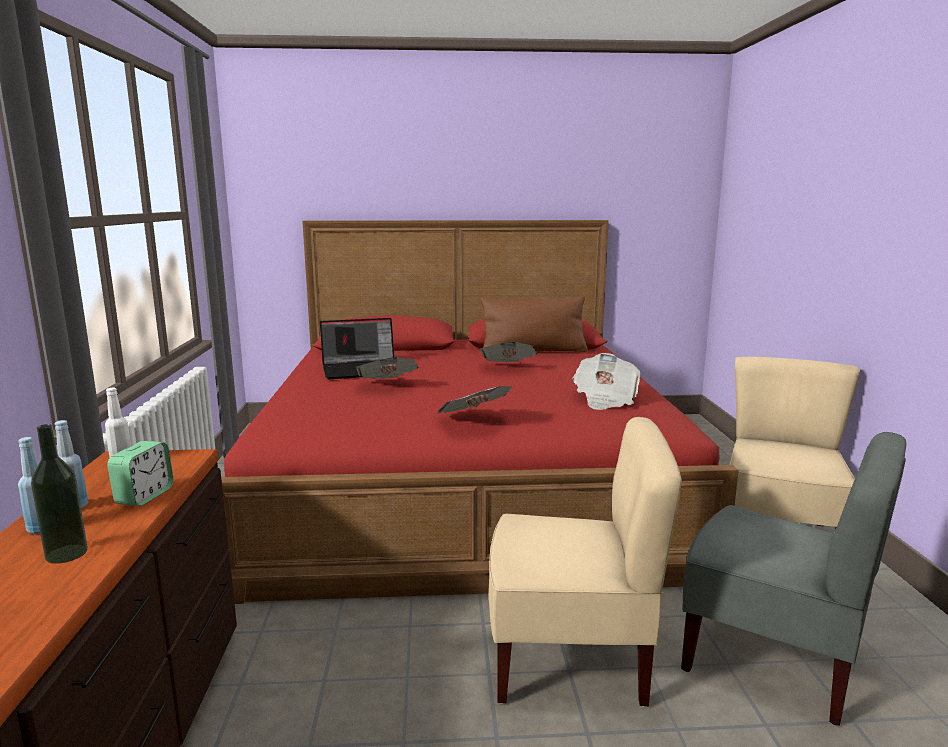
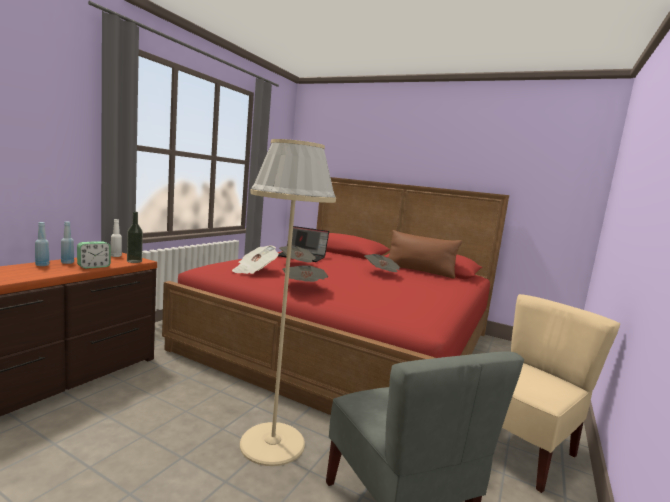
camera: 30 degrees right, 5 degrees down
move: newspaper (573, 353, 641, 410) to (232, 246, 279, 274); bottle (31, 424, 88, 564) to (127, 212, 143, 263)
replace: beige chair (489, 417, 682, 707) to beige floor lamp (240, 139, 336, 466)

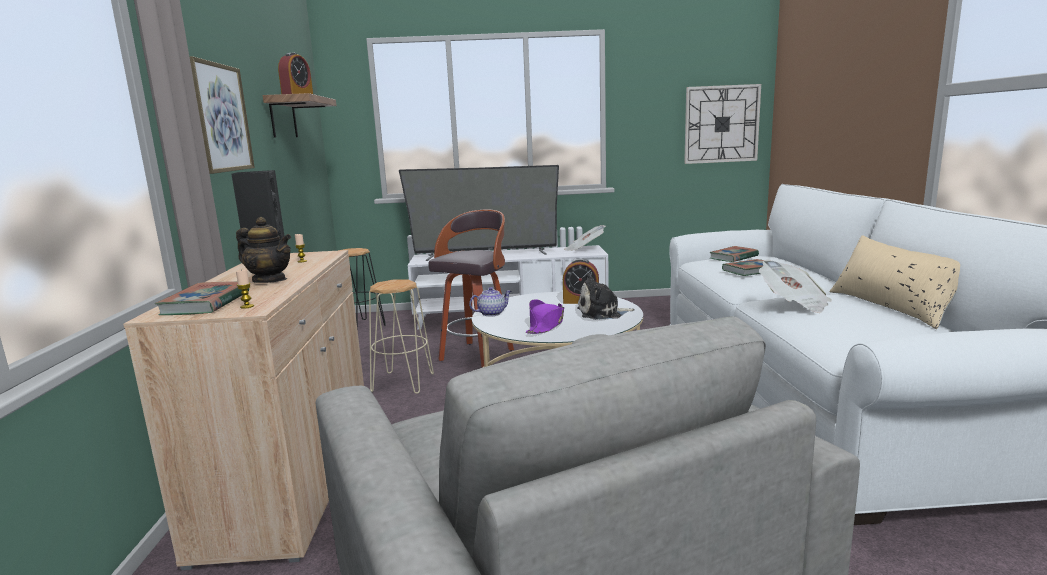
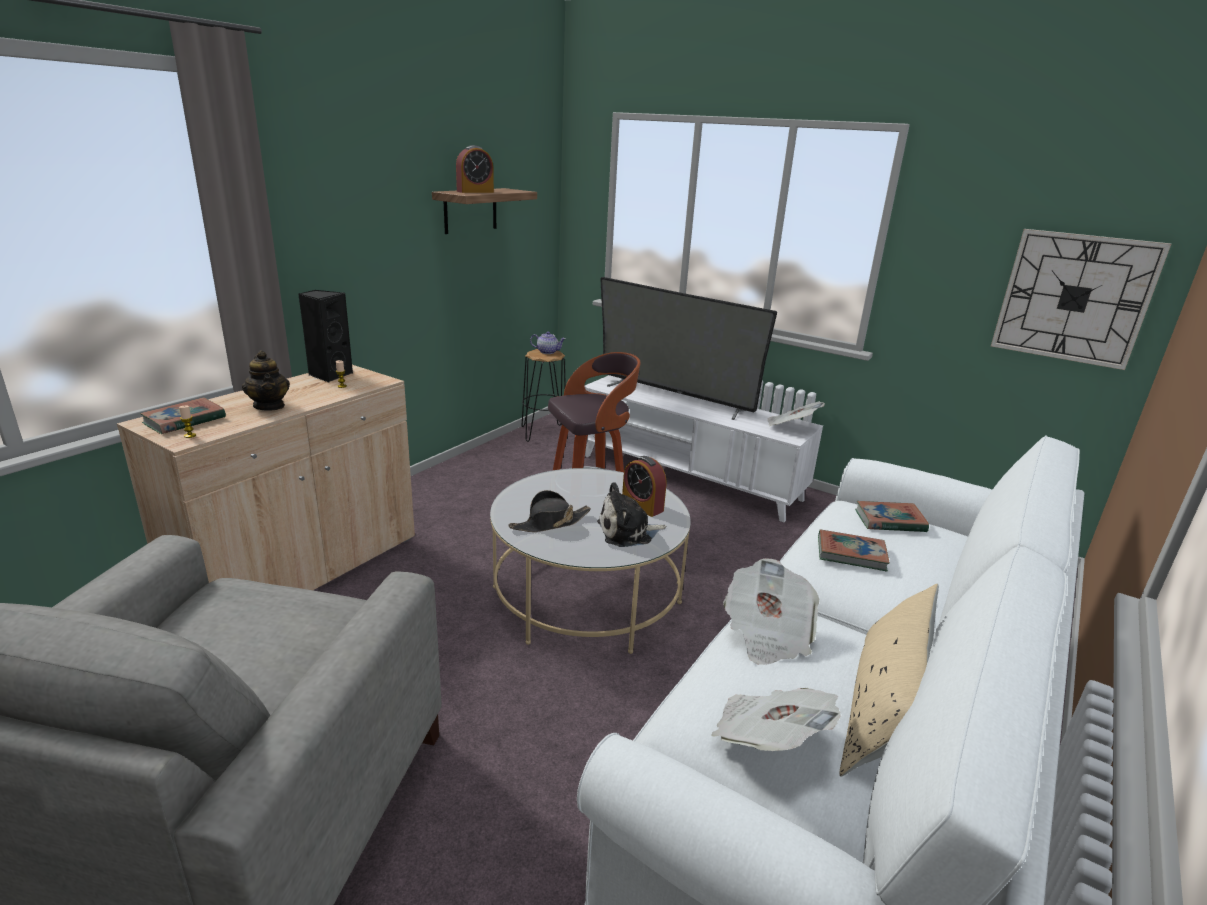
camera: 35 degrees right, 10 degrees up
delete: picture (189, 56, 255, 174); beige stool (369, 280, 434, 394)
insert: newspaper (711, 688, 841, 751)
move: teapot (469, 287, 511, 316) to (530, 332, 565, 354)
recolor: purple hat (526, 299, 564, 334) to black hat (508, 490, 591, 532)
rotate: plush toy (577, 273, 635, 320) = (597, 482, 666, 547) 45 degrees counterclockwise

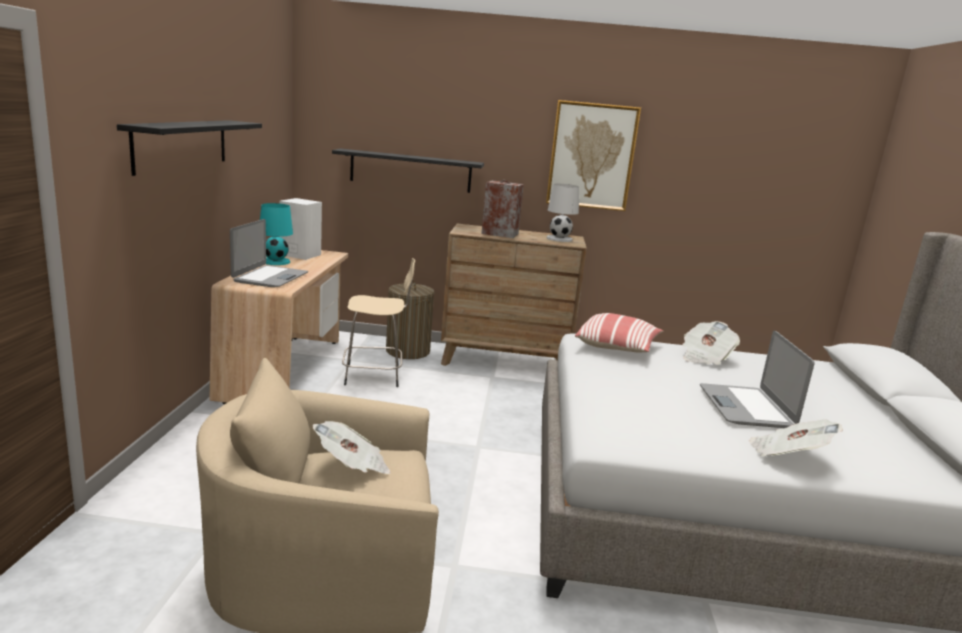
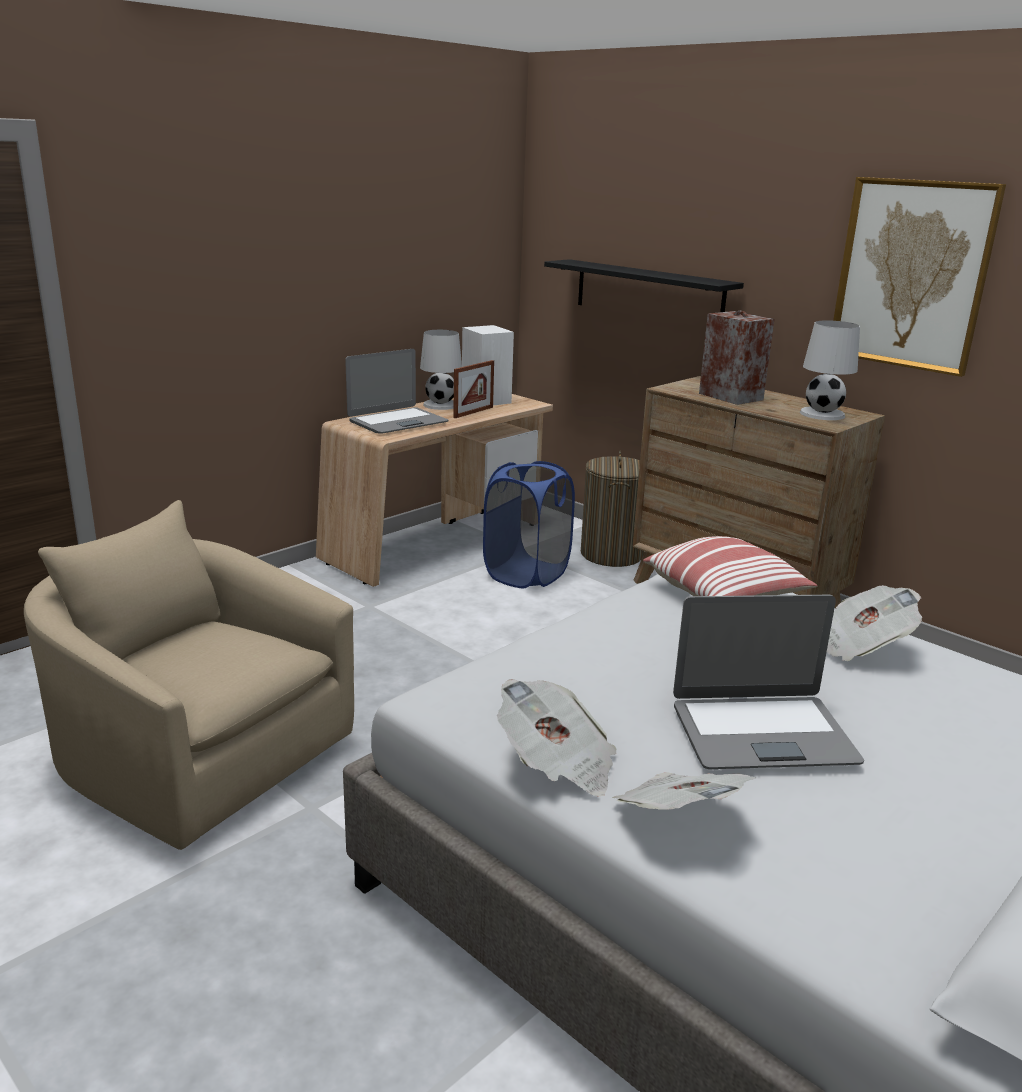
camera: 40 degrees right, 5 degrees up
delete: black shelf (117, 120, 262, 176)
insert: picture frame (453, 360, 494, 418)
move: newspaper (313, 421, 391, 474) to (497, 679, 617, 797)
replace: beige stool (342, 258, 415, 387) to blue laundry basket (483, 461, 575, 589)
recolor: turquoise table lamp (260, 203, 293, 265) to white table lamp (420, 330, 462, 410)
rotate: laptop (700, 331, 815, 428) = (673, 595, 864, 769) 135 degrees counterclockwise

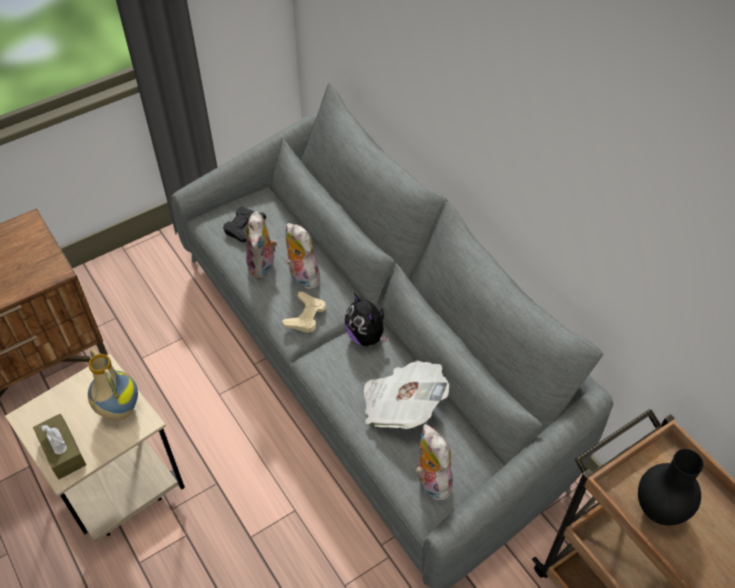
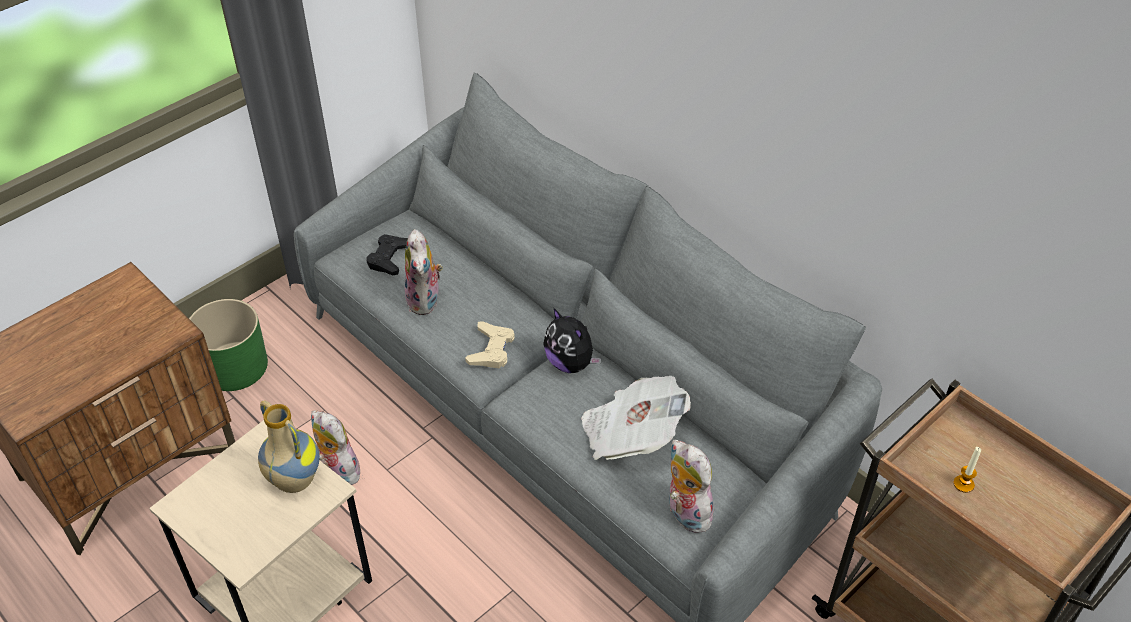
camera: 10 degrees left, 5 degrees down
delete: brown tissue box (33, 414, 86, 479)
insert: green planter (189, 299, 268, 391)
move: plush toy (285, 223, 322, 290) to (311, 411, 361, 485)
replace: black vase (638, 449, 704, 525) to candle (954, 447, 981, 493)

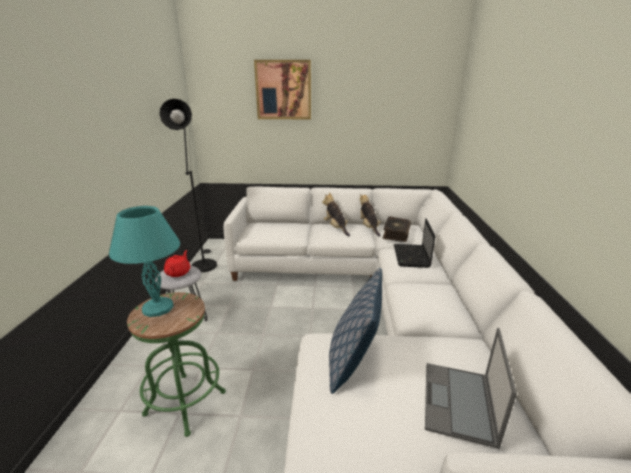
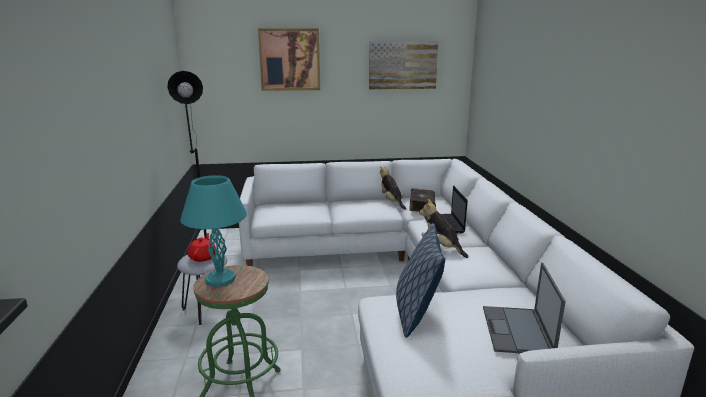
camera: 10 degrees left, 5 degrees down
insert: picture (369, 41, 438, 90)
move: plush toy (322, 192, 350, 236) to (419, 199, 468, 258)

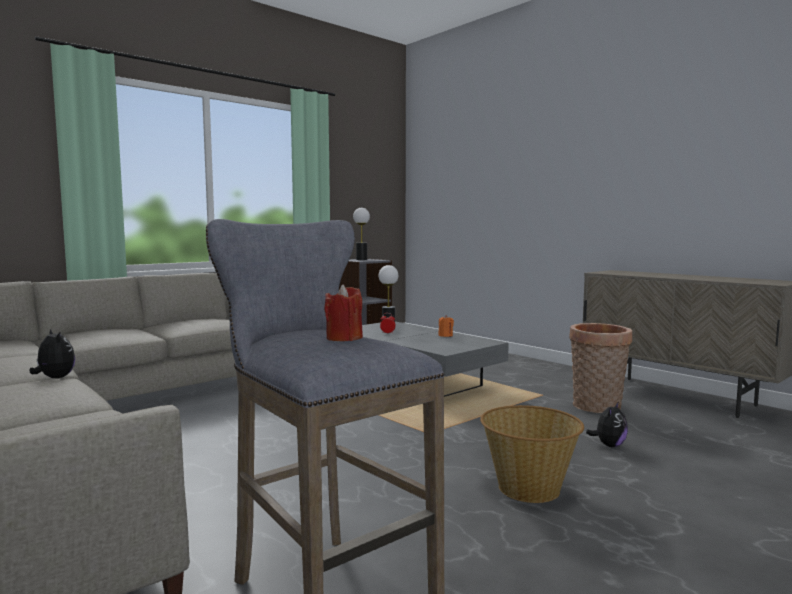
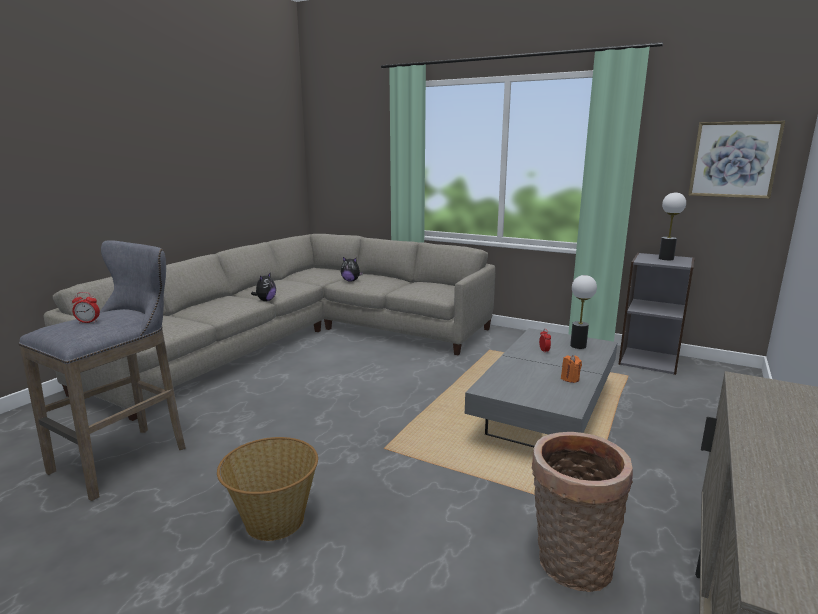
camera: 70 degrees right, 10 degrees up
insert: picture (688, 121, 785, 199)
move: plush toy (586, 402, 628, 447) to (341, 257, 363, 281)
replace: red candle (324, 284, 363, 341) to alarm clock (72, 292, 100, 323)

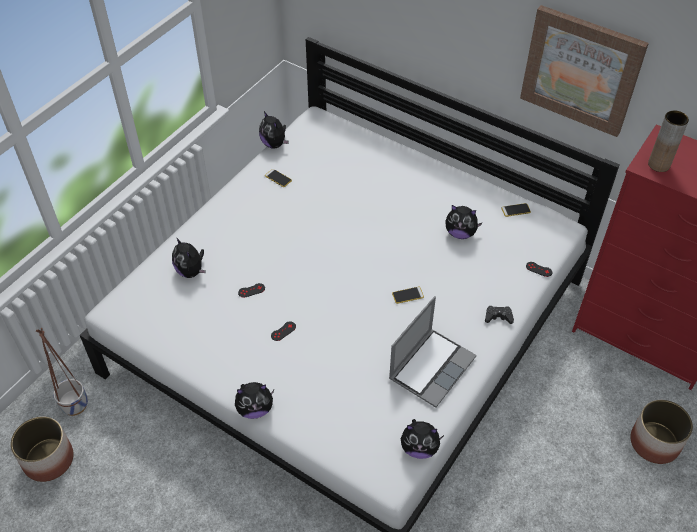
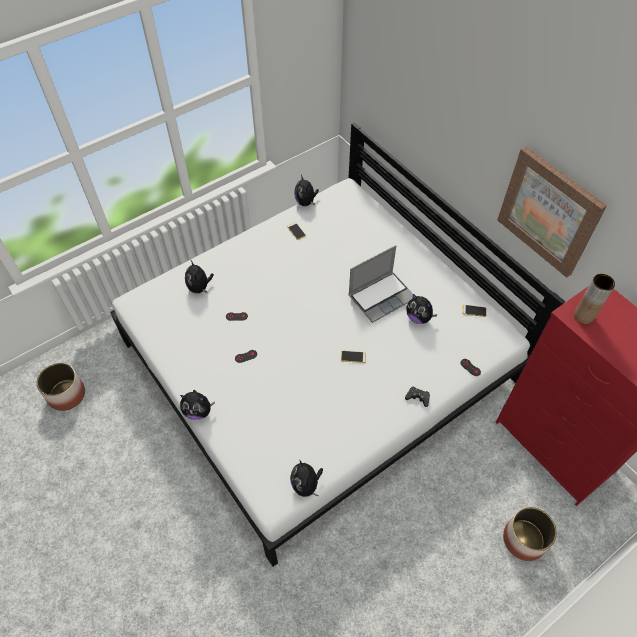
camera: 20 degrees right, 5 degrees up
delete: planter (36, 328, 88, 416)
move: laptop (389, 296, 476, 408) to (348, 245, 413, 323)
rotate: plush toy (401, 419, 444, 459) = (290, 461, 323, 497) 45 degrees clockwise

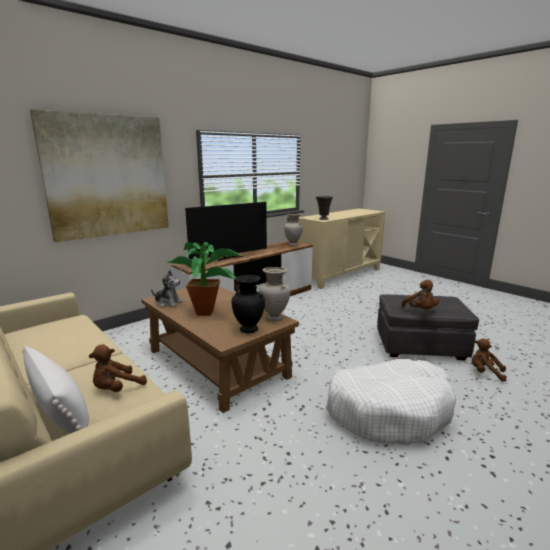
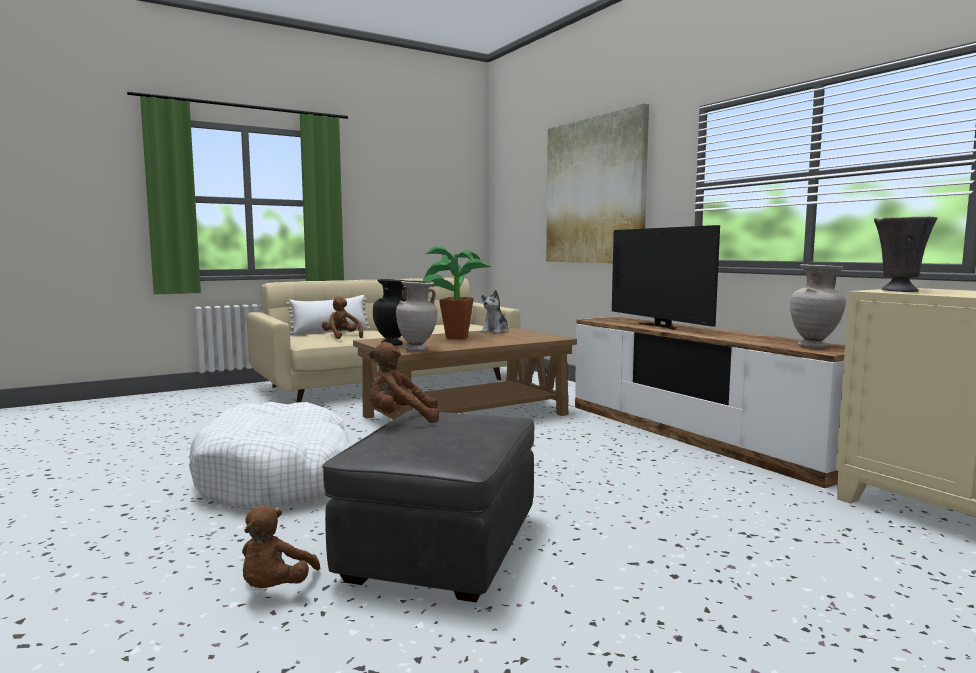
camera: 100 degrees right, 10 degrees down
rotate: brown plush toy (472, 338, 507, 382) = (242, 505, 321, 588) 150 degrees clockwise

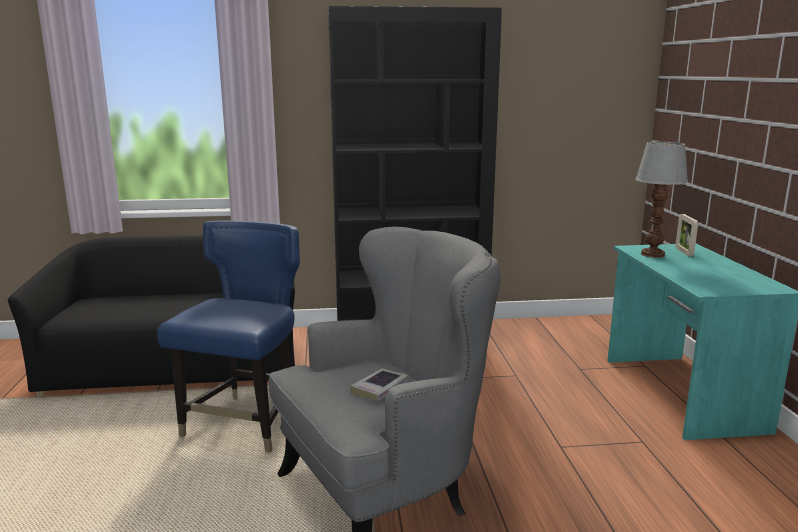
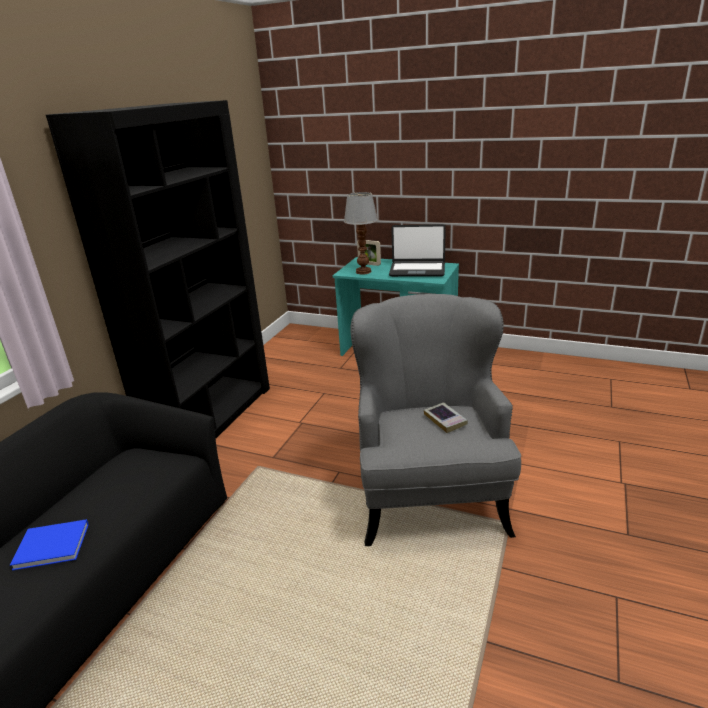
camera: 60 degrees left, 10 degrees up
delete: blue chair (157, 221, 300, 453)
insert: laptop (389, 224, 446, 277); blue book (10, 519, 89, 571)

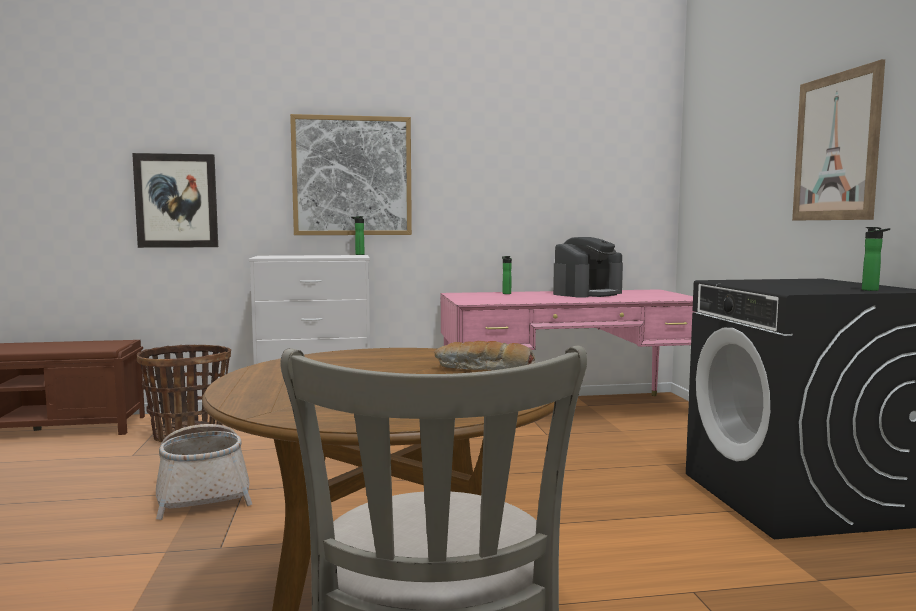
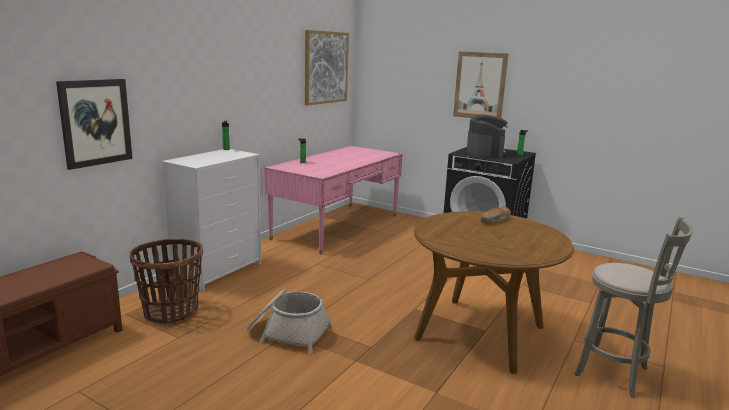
camera: 50 degrees left, 10 degrees up
move: picture (290, 114, 412, 235) to (305, 30, 349, 105); coffee machine (553, 237, 623, 298) to (467, 115, 507, 157)

